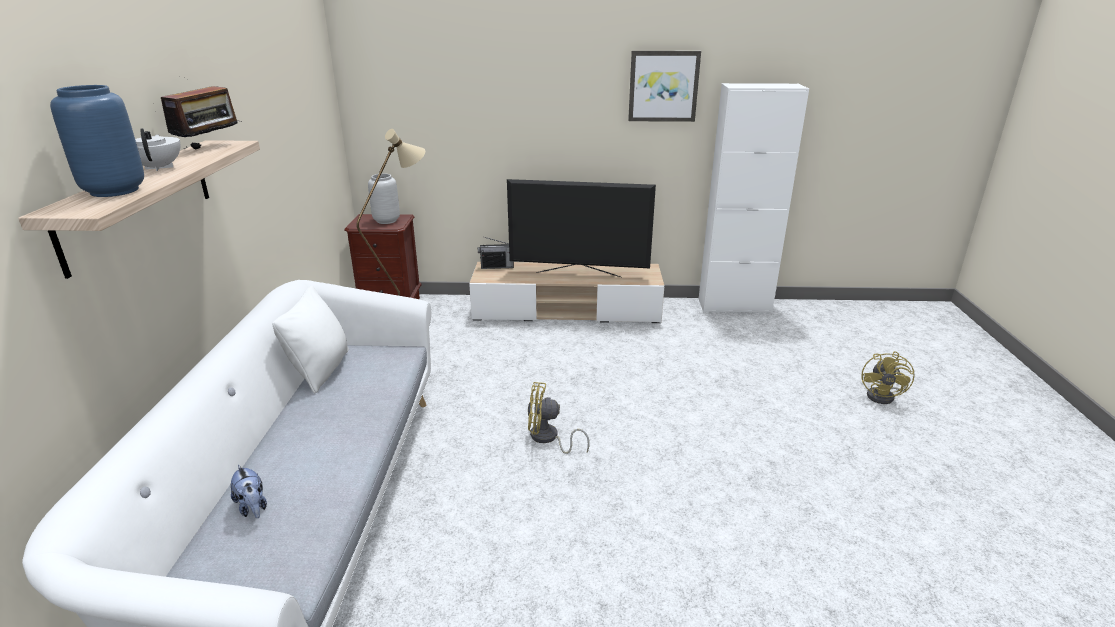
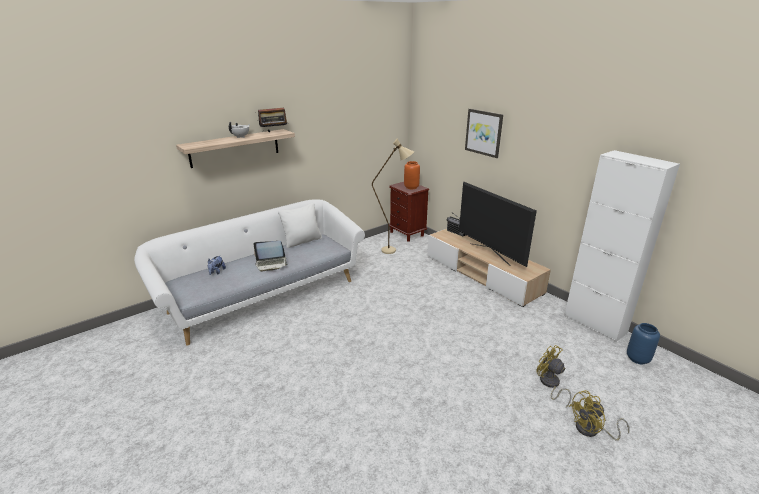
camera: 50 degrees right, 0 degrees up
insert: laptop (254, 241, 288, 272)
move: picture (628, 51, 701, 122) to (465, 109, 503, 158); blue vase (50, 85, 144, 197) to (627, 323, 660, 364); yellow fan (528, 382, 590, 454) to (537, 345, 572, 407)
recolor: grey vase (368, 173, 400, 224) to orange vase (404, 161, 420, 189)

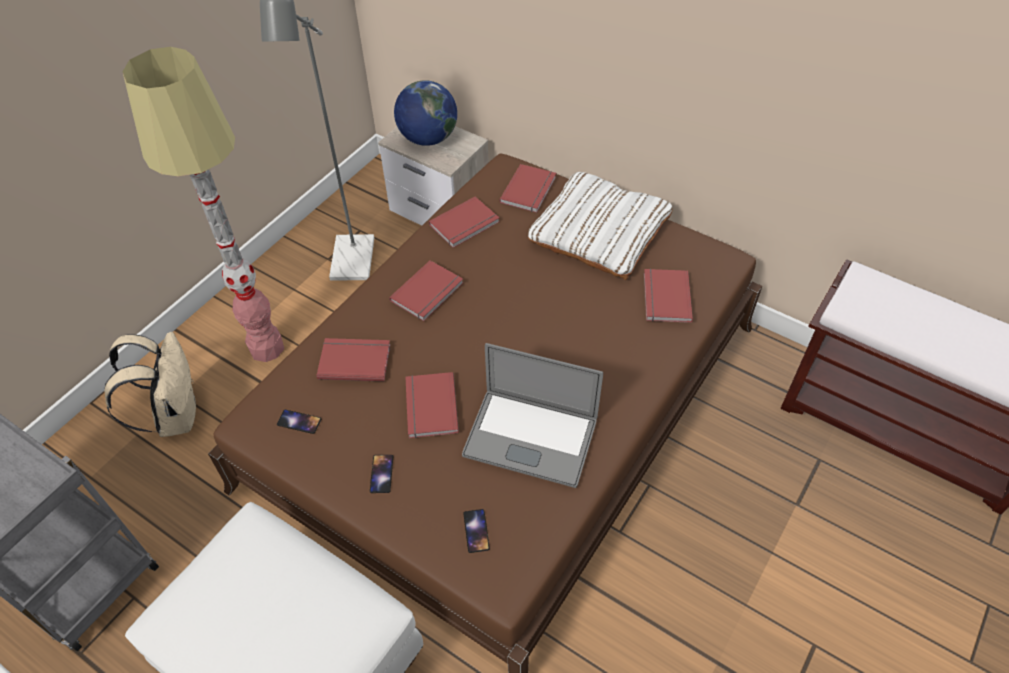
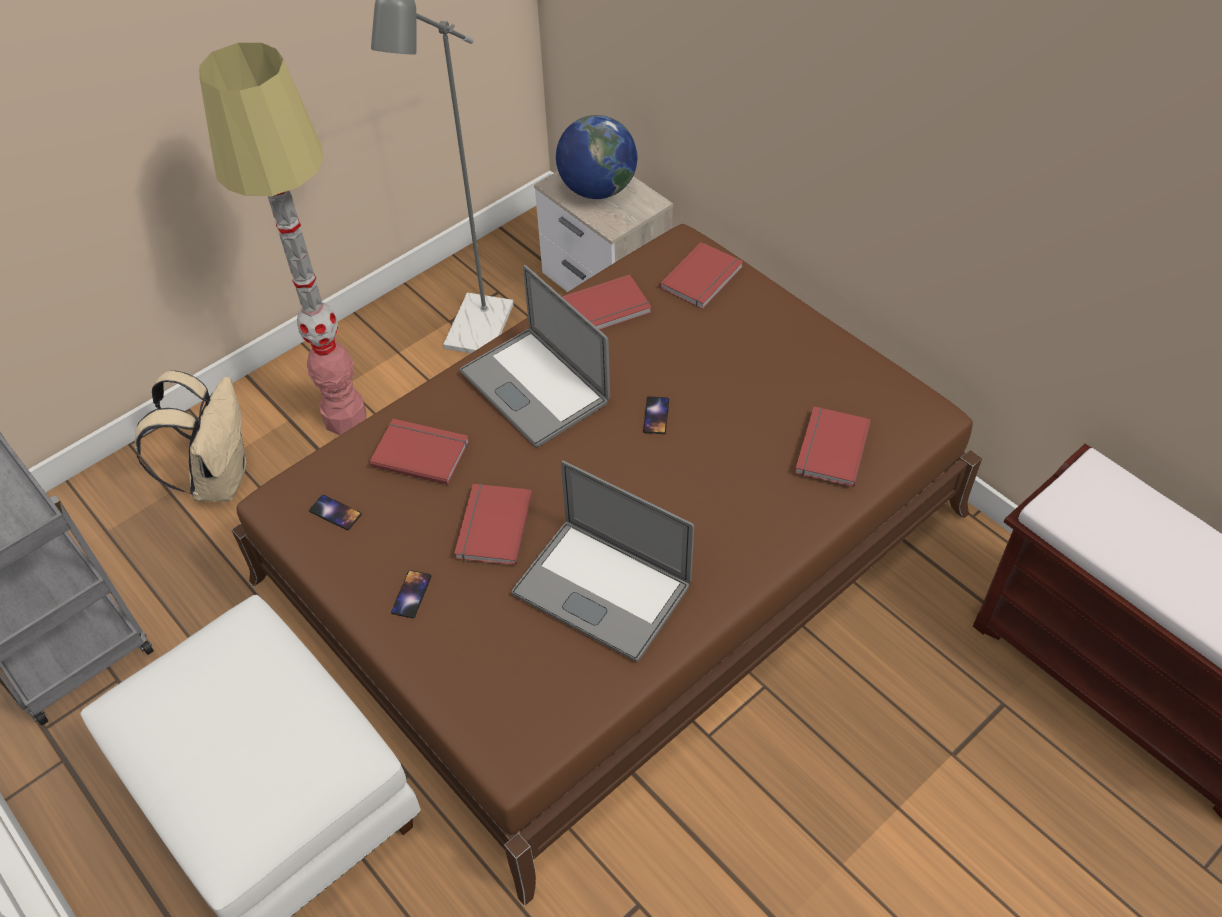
camera: 15 degrees right, 0 degrees up
delete: white pillow (528, 172, 673, 280)
move: phone (463, 509, 490, 553) to (643, 396, 669, 434)
replace: red book (389, 260, 463, 321) to laptop (460, 264, 610, 447)

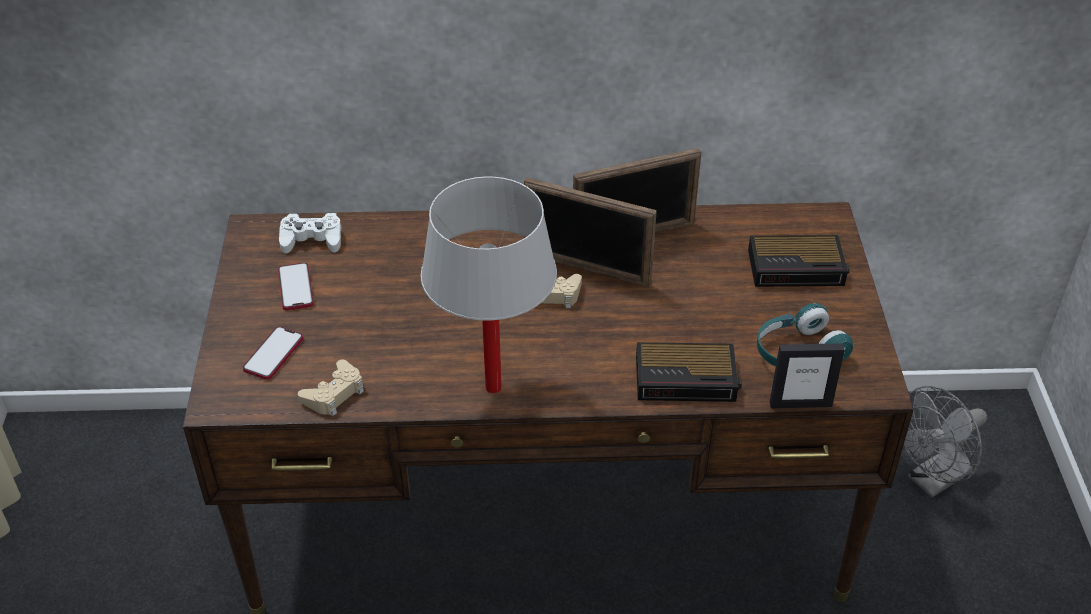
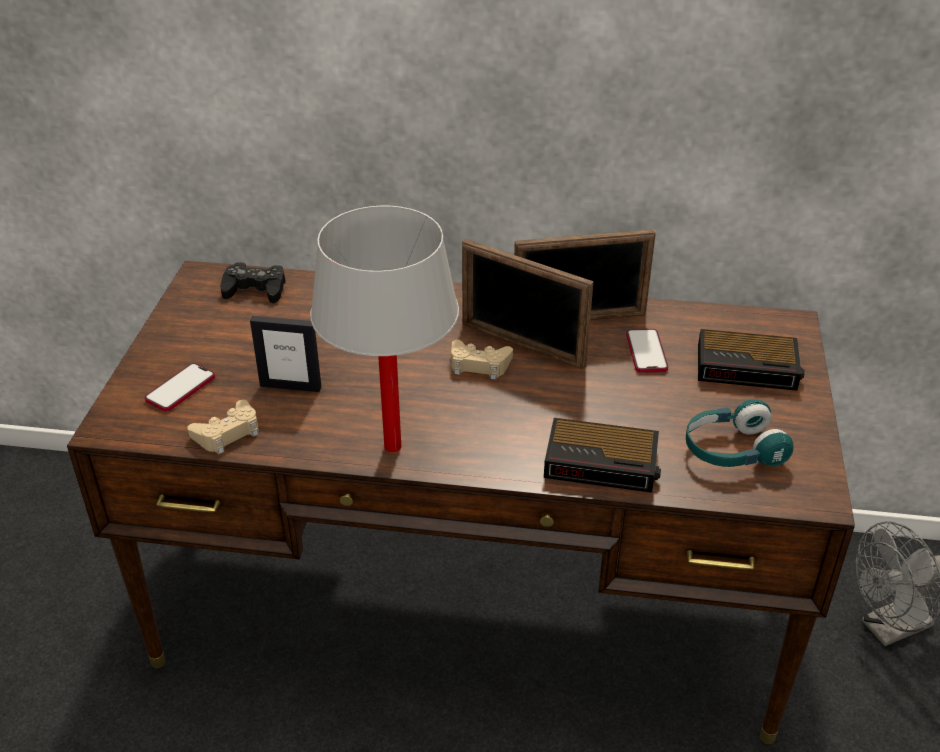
camera: 10 degrees right, 5 degrees down
move: phone (278, 263, 314, 310) to (626, 329, 668, 373); picture frame (770, 343, 845, 408) to (250, 316, 322, 392)
recolor: white game controller (279, 213, 342, 253) to black game controller (220, 262, 286, 303)

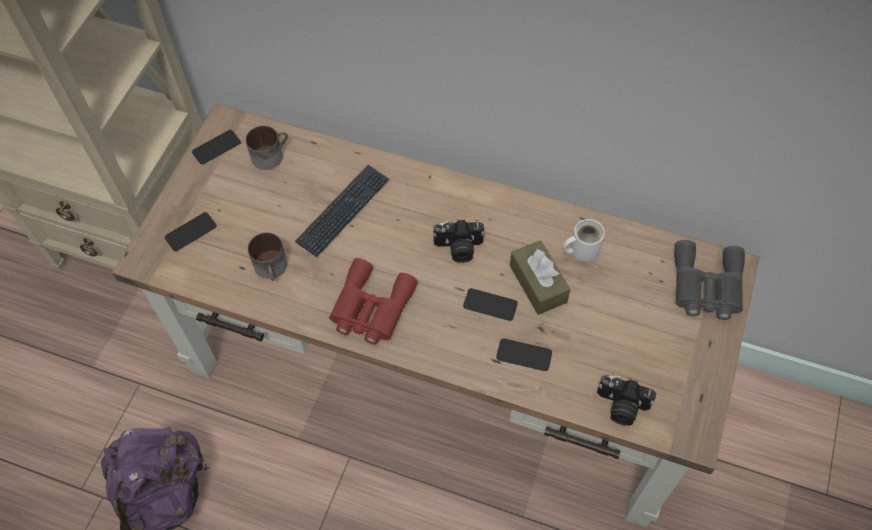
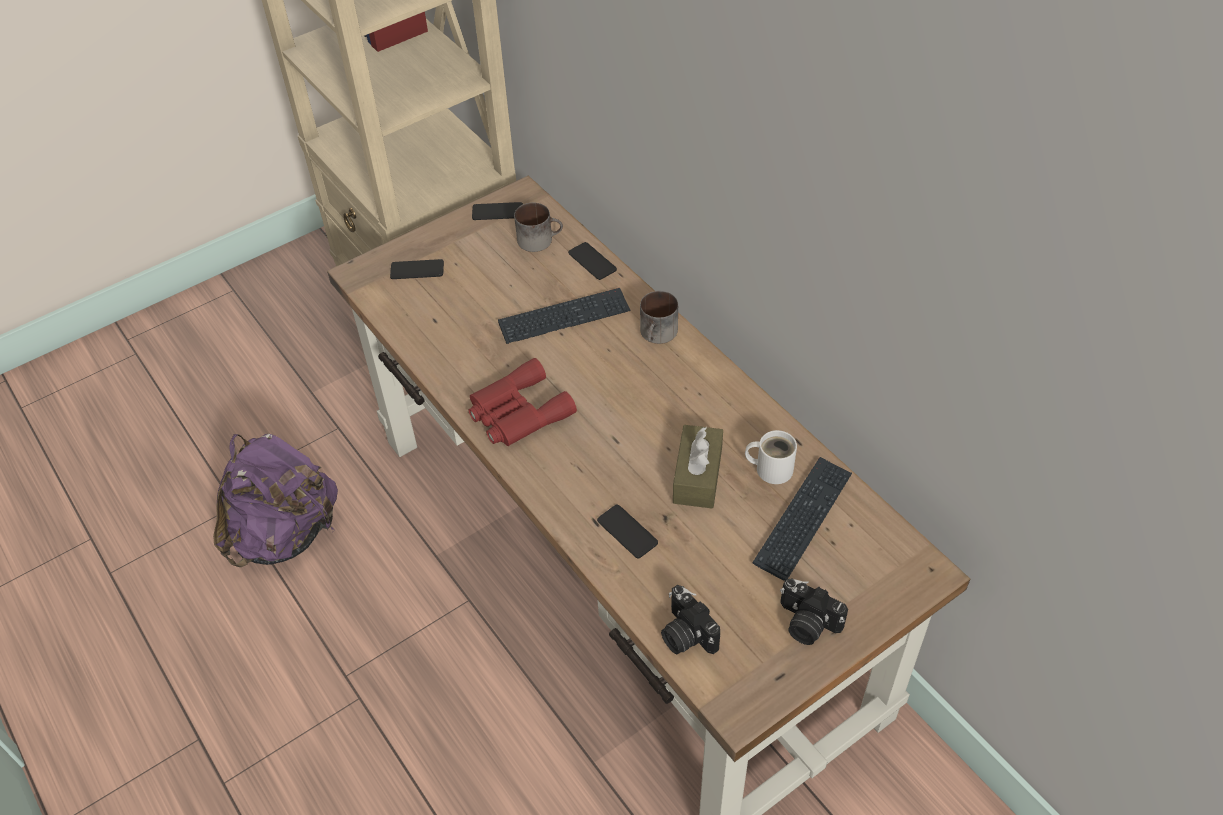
camera: 35 degrees right, 10 degrees down
delete: grey binoculars (674, 240, 745, 320)
insert: keyboard (753, 457, 852, 581)
move: photo camera (433, 220, 485, 263) to (780, 578, 848, 645); mug (248, 232, 287, 281) to (640, 291, 678, 344); phone (463, 288, 518, 321) to (568, 242, 617, 280)

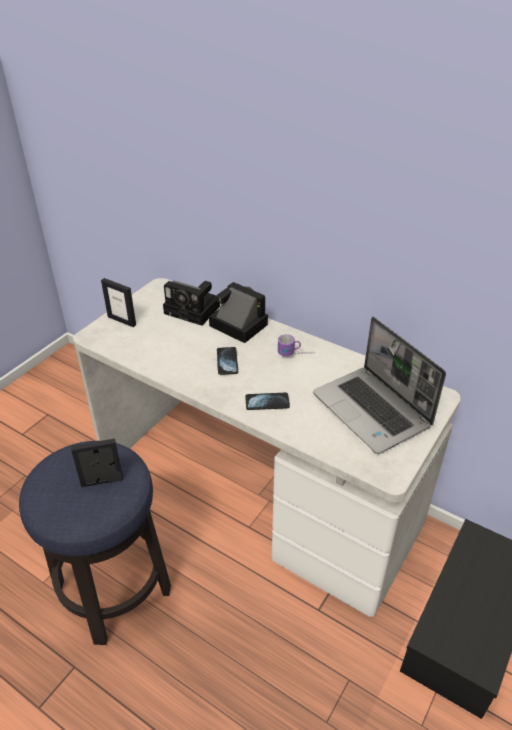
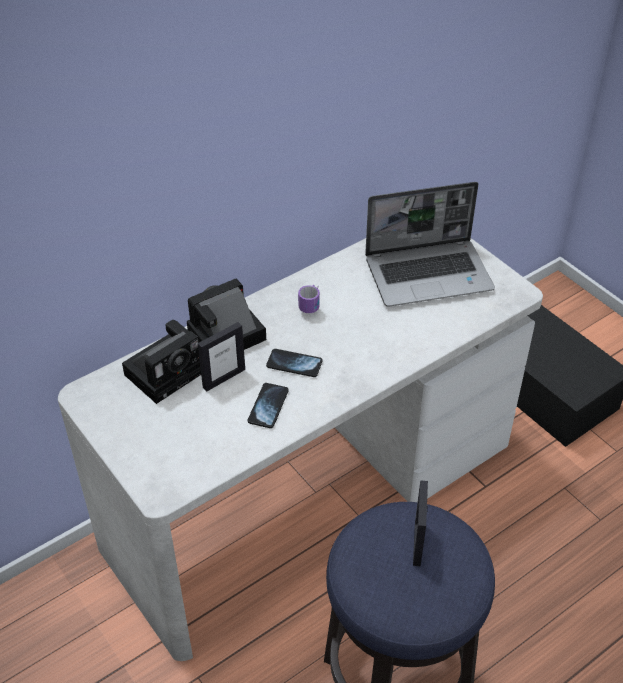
camera: 70 degrees left, 5 degrees up
move: picture frame (101, 278, 136, 327) to (198, 322, 245, 392); phone (245, 393, 290, 410) to (248, 383, 289, 428)

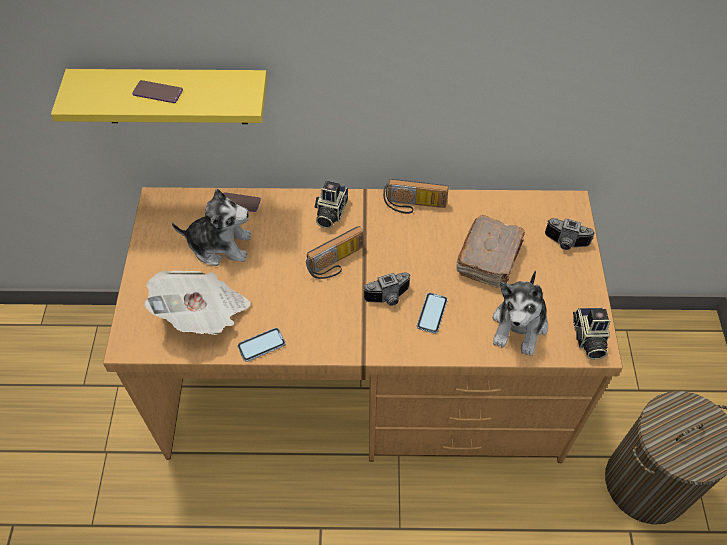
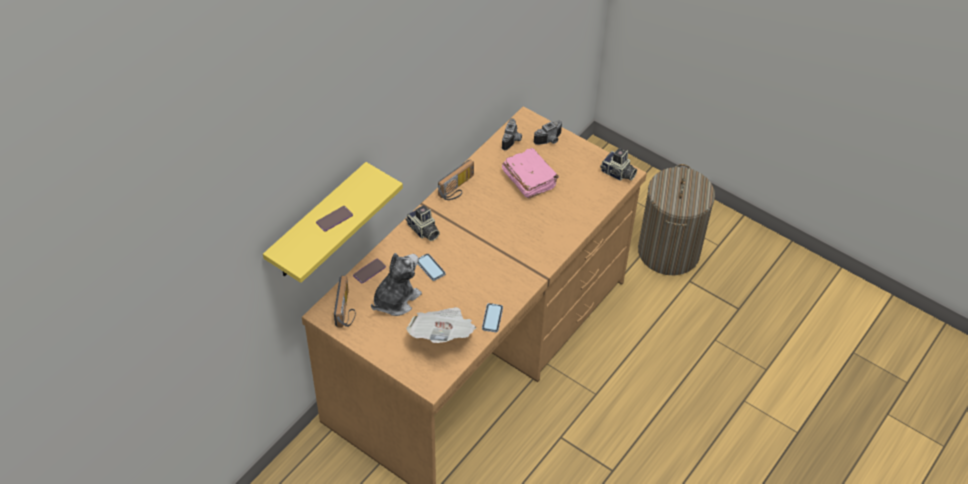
camera: 55 degrees left, 5 degrees down
delete: plush toy (493, 270, 548, 356)
move: radio (306, 226, 364, 279) to (334, 276, 356, 328); photo camera (363, 272, 410, 306) to (502, 118, 522, 150); phone (417, 293, 448, 334) to (418, 254, 445, 281)
recolor: brown book (456, 215, 525, 288) to pink book (502, 148, 559, 198)

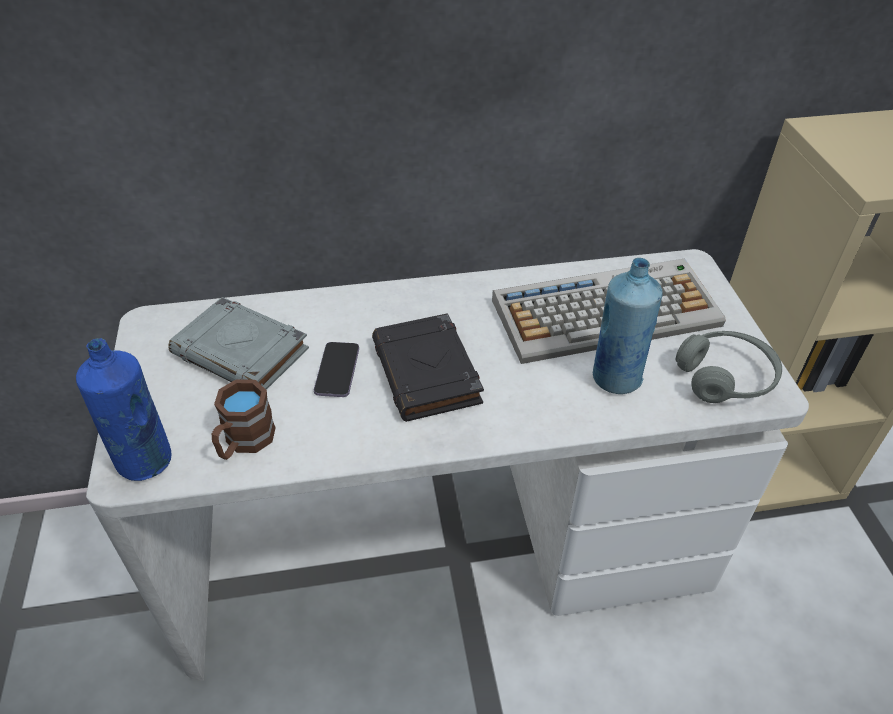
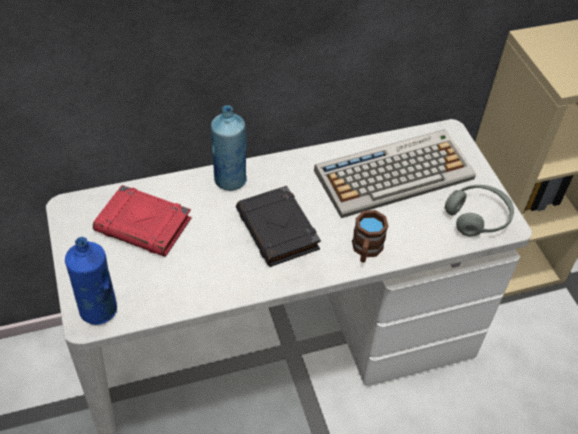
camera: 10 degrees left, 5 degrees up
delete: phone (314, 342, 359, 397)
move: blue bottle (593, 258, 663, 394) to (211, 105, 247, 191); brown mug (212, 379, 276, 460) to (352, 210, 388, 262)
recolor: grey book (168, 297, 309, 390) to red book (93, 185, 191, 257)

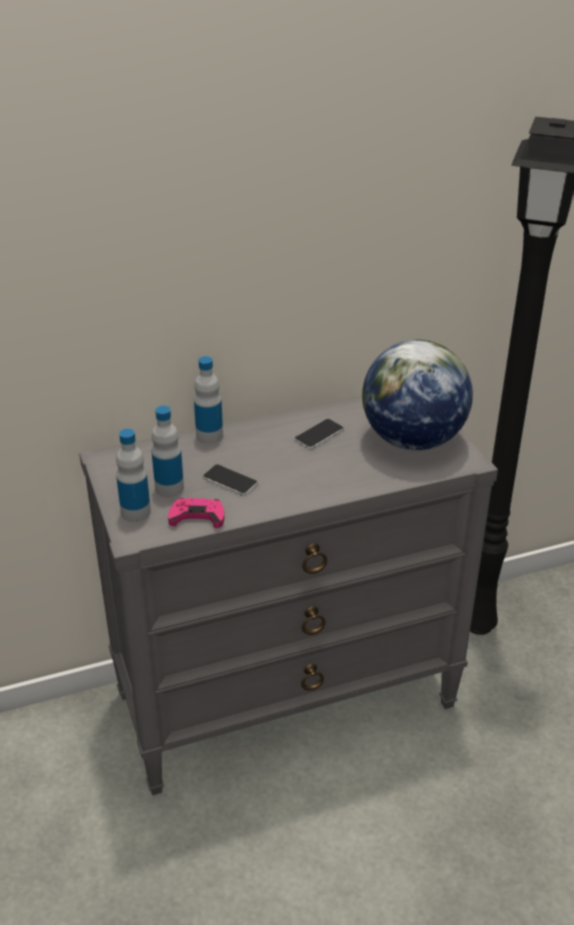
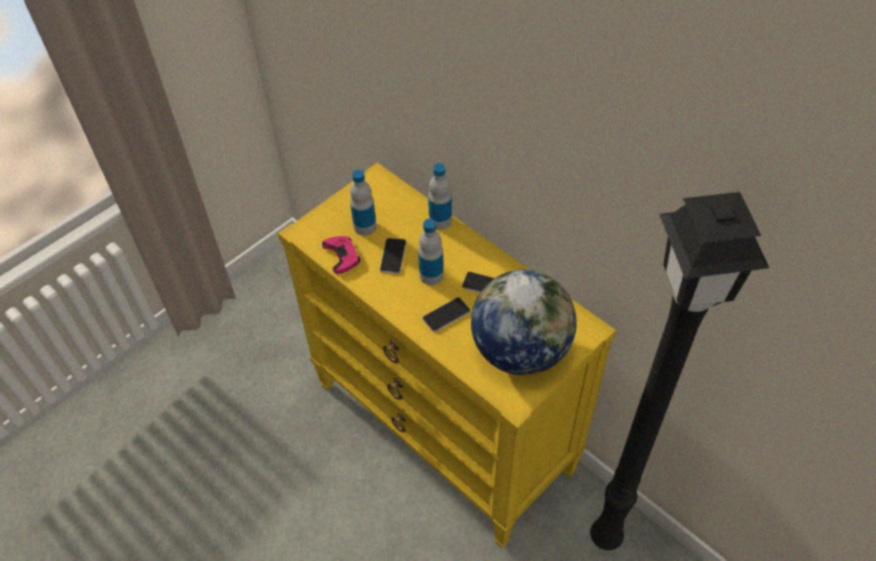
camera: 65 degrees right, 15 degrees up
insert: phone (423, 297, 470, 332)
move: bottle (116, 429, 151, 522) to (418, 219, 443, 285)
recolor: grey dresser (79, 396, 498, 795) to yellow dresser (278, 163, 616, 548)

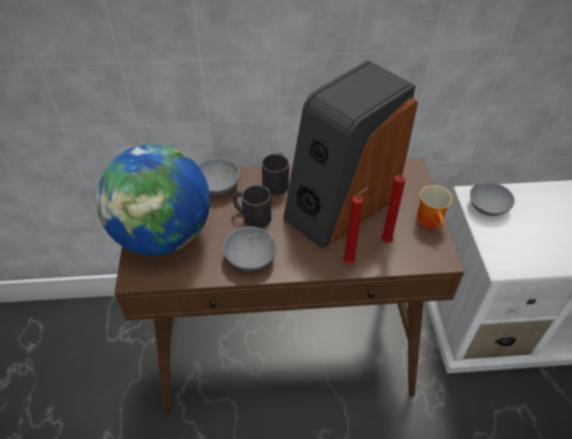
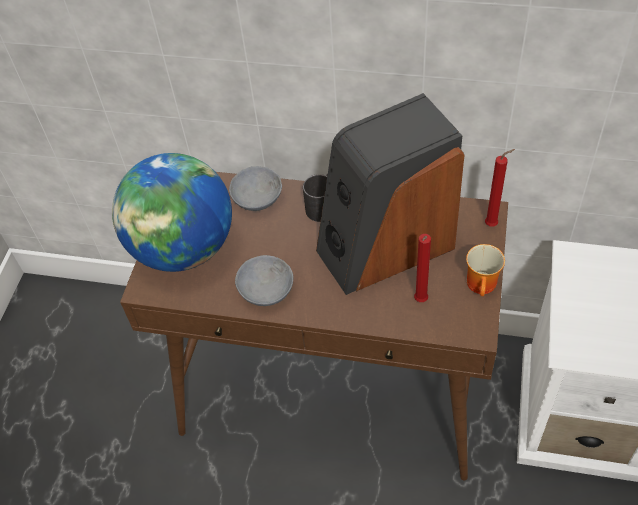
camera: 20 degrees right, 5 degrees up
delete: grey bowl (470, 182, 515, 216); black mug (233, 185, 271, 228)
move: red candle (343, 187, 369, 264) to (485, 149, 515, 227)

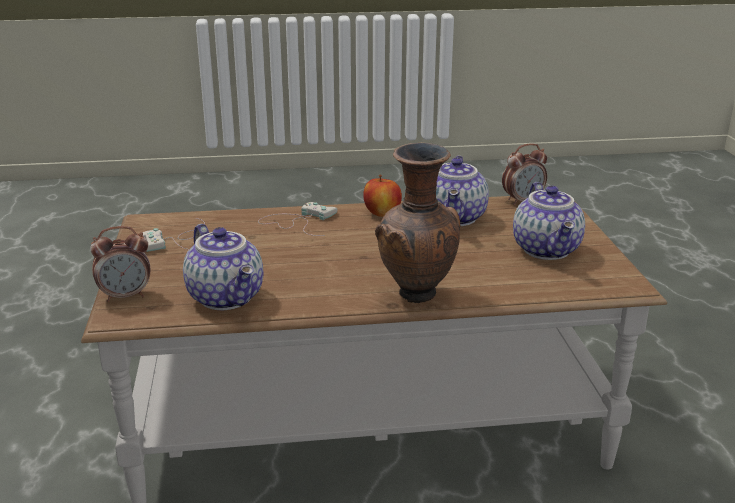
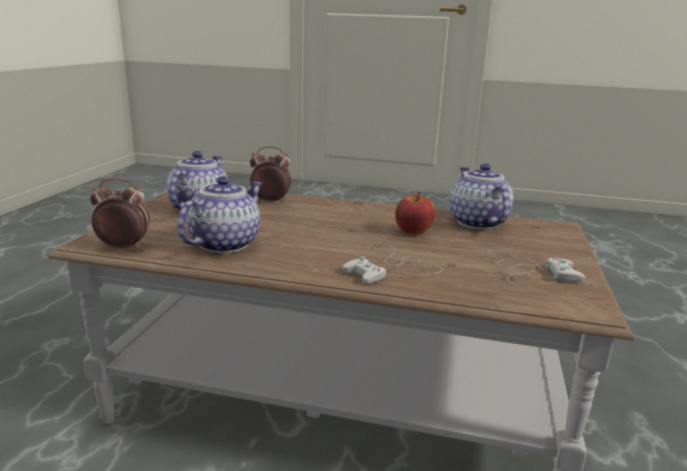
camera: 160 degrees left, 5 degrees down
delete: brown vase (375, 143, 460, 303)
move: apple (363, 175, 402, 217) to (395, 192, 435, 235); alarm clock (90, 226, 150, 302) to (250, 146, 291, 203)

